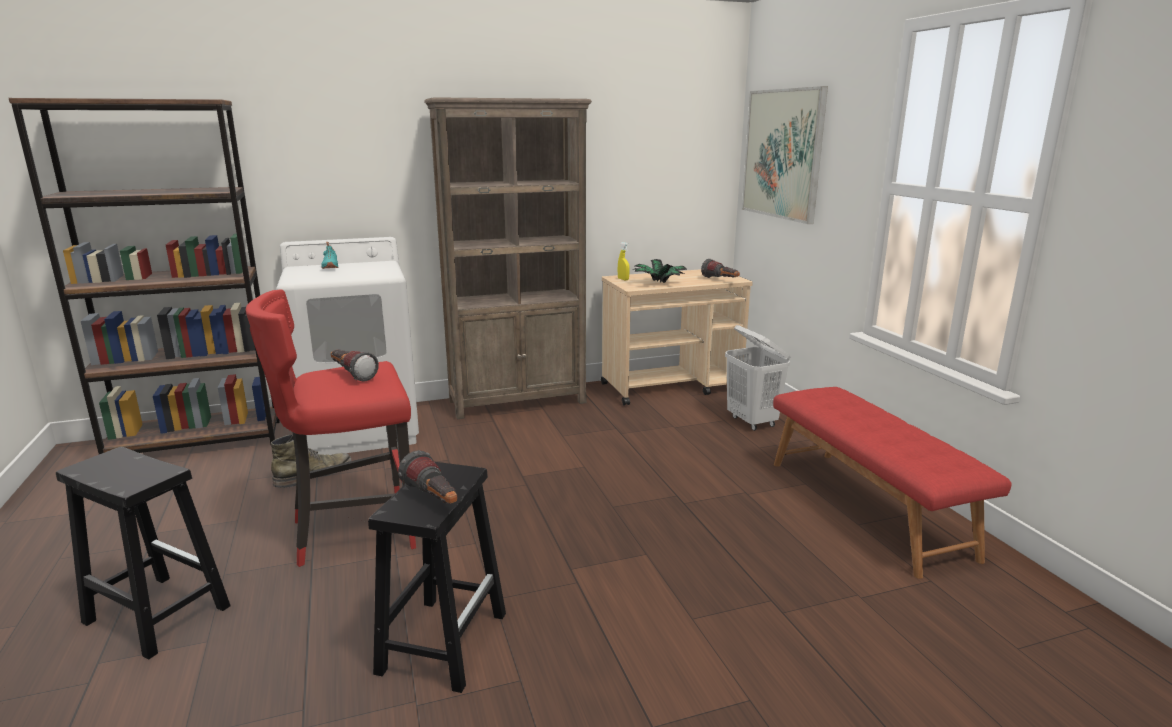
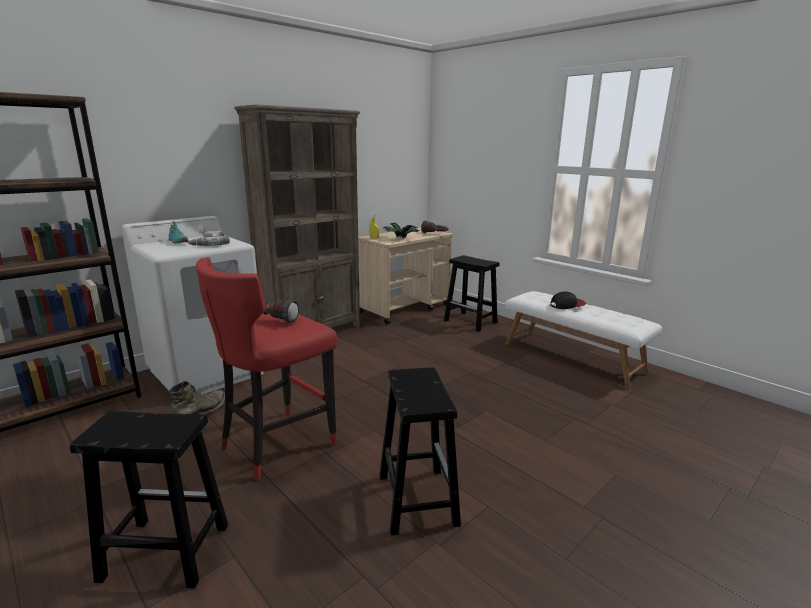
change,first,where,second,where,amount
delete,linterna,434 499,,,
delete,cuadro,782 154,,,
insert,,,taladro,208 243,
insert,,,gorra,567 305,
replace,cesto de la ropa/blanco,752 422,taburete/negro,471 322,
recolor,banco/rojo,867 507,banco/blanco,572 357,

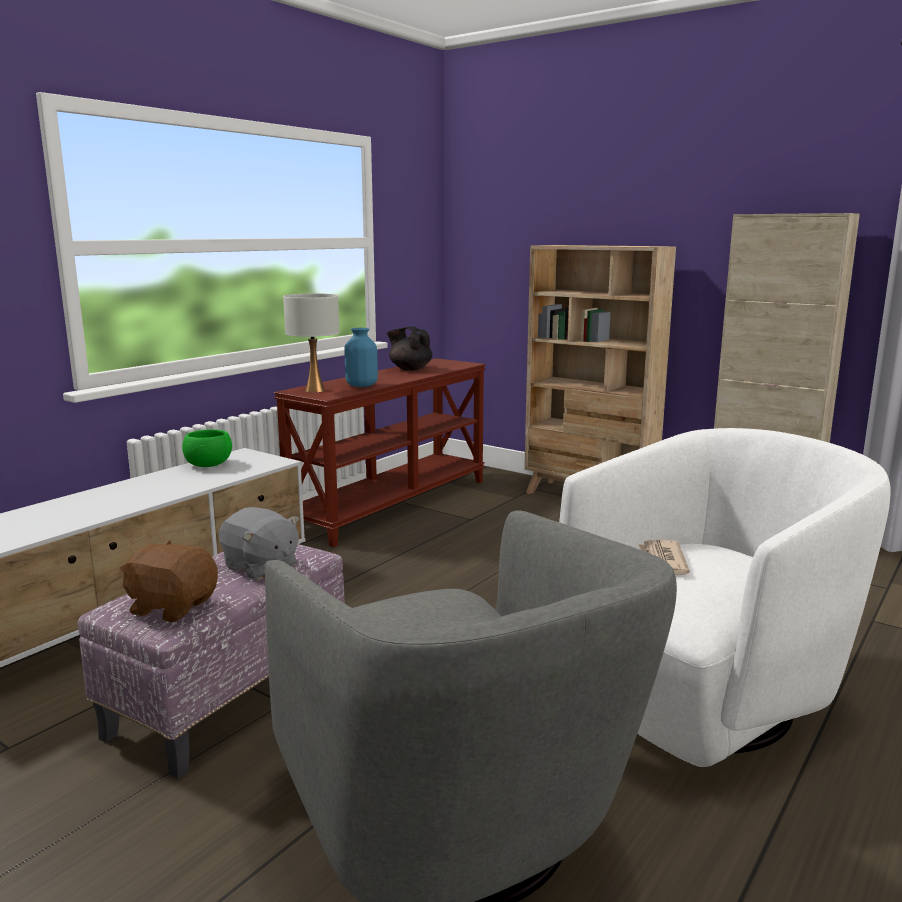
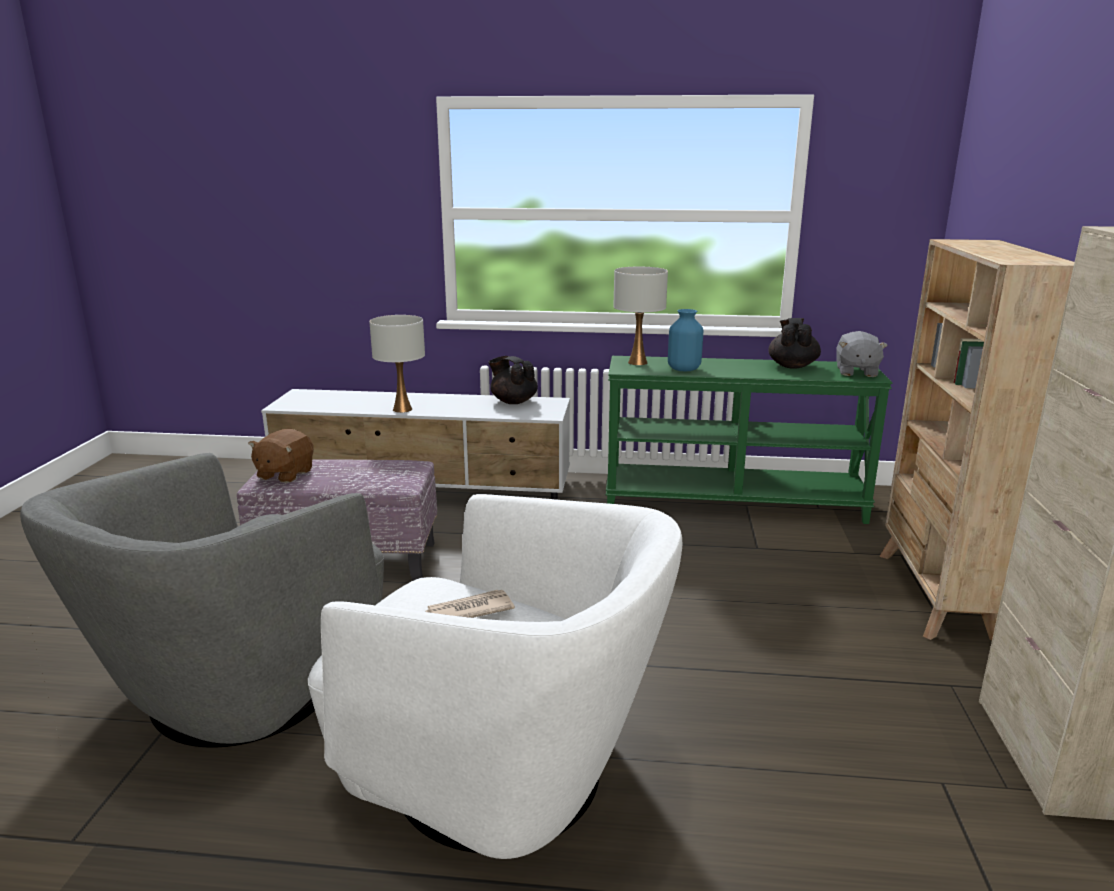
change,first,where,second,where,amount
insert,,,lámpara de mesa/blanco,402 409,
move,peluche/gris,260 567,,856 372,
replace,cuenco/verde,208 465,tetera/negro,513 401,
recolor,mesa consola/marrón,391 504,mesa consola/verde,733 502,
rotate,peluche/marrón,172 607,,284 474,150 degrees counterclockwise

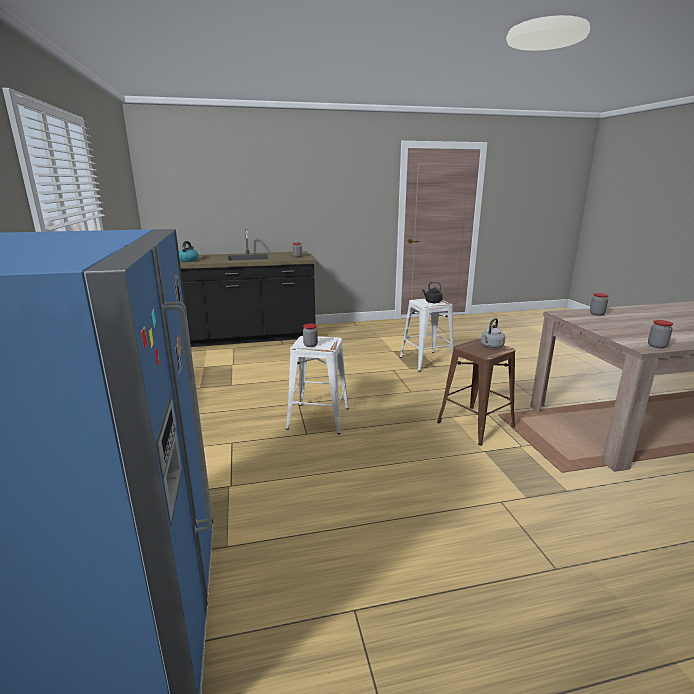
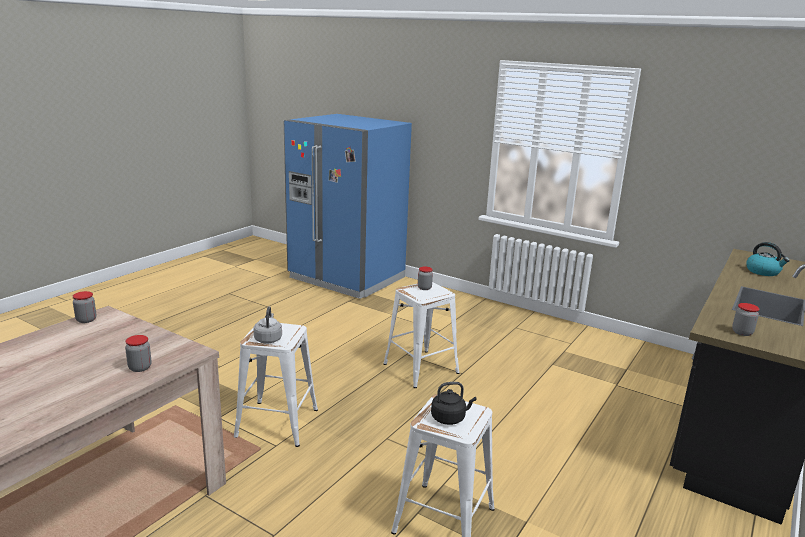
change,first,where,second,where,amount
recolor,taburete/marrón,475 424,taburete/blanco,278 423,

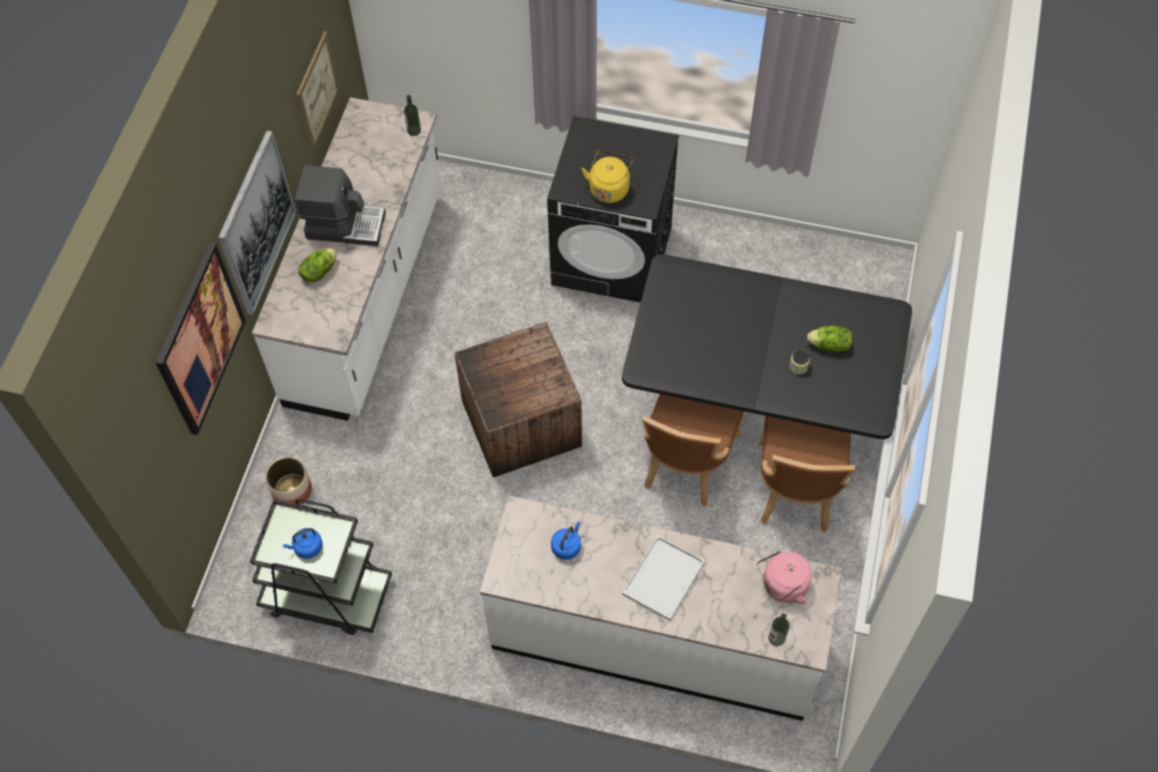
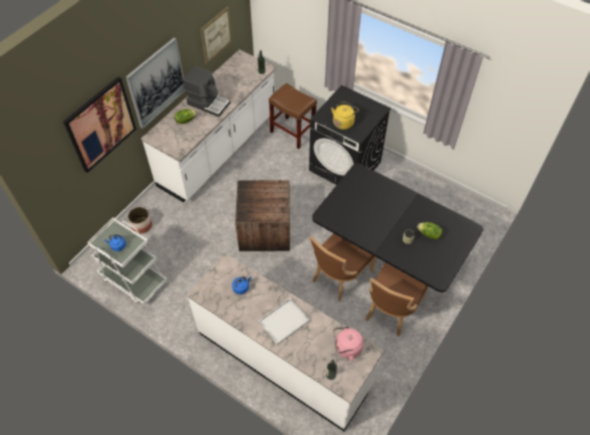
change,first,where,second,where,amount
insert,,,taburete/marrón,292 132,
recolor,carrito/negro,326 595,carrito/blanco,133 279,

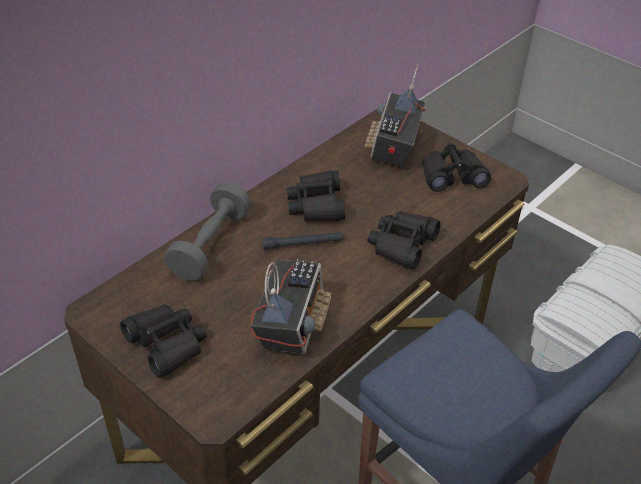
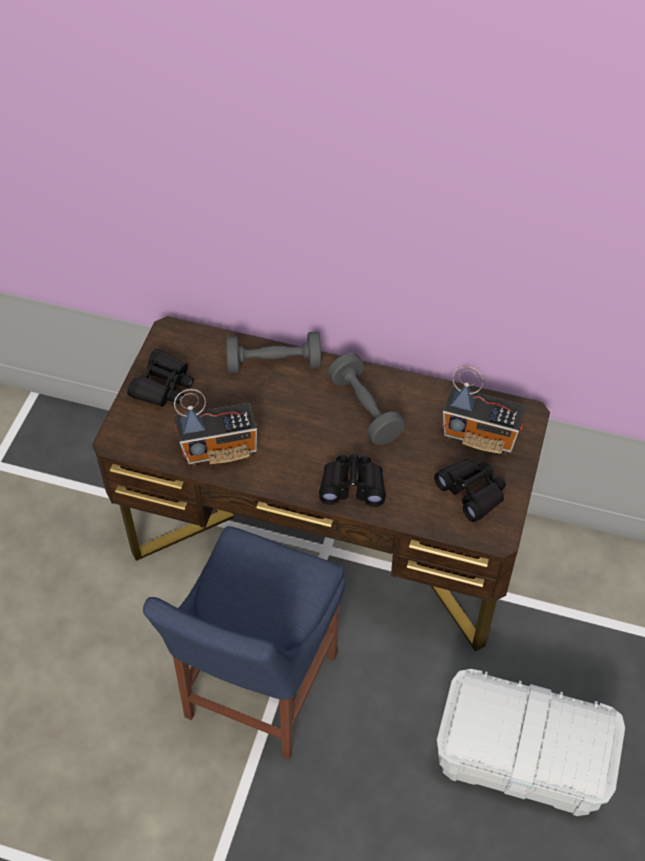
change,first,where,second,where,amount
delete,linterna/negro,303 244,,,
replace,prismáticos/negro,316 204,mancuerna/gris,365 409,
rotate,radio,394 149,,480 435,150 degrees counterclockwise

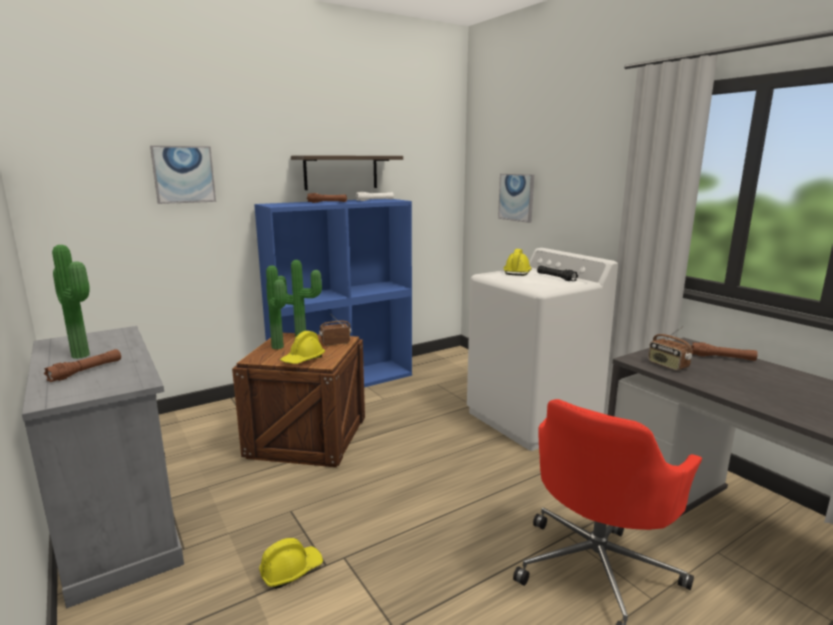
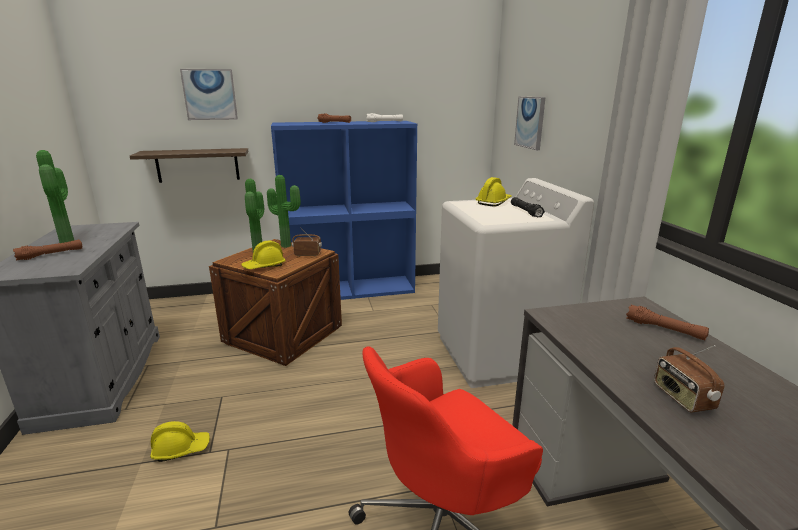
change,first,where,second,where,amount
move,estante,341 172,,197 165,
move,radio,667 365,,682 397,

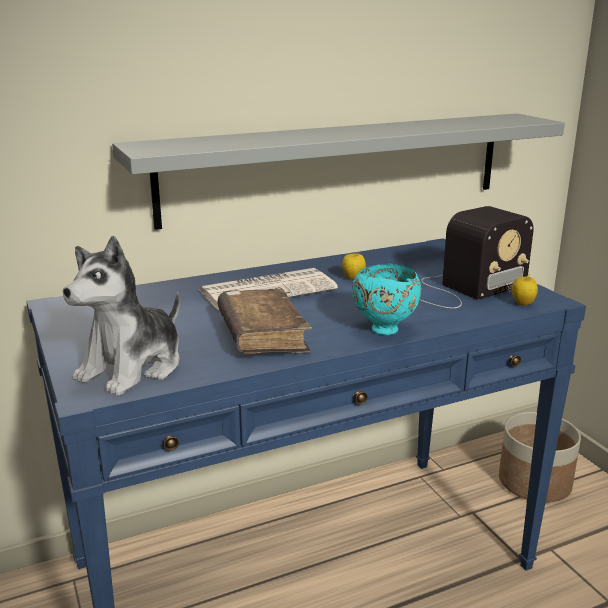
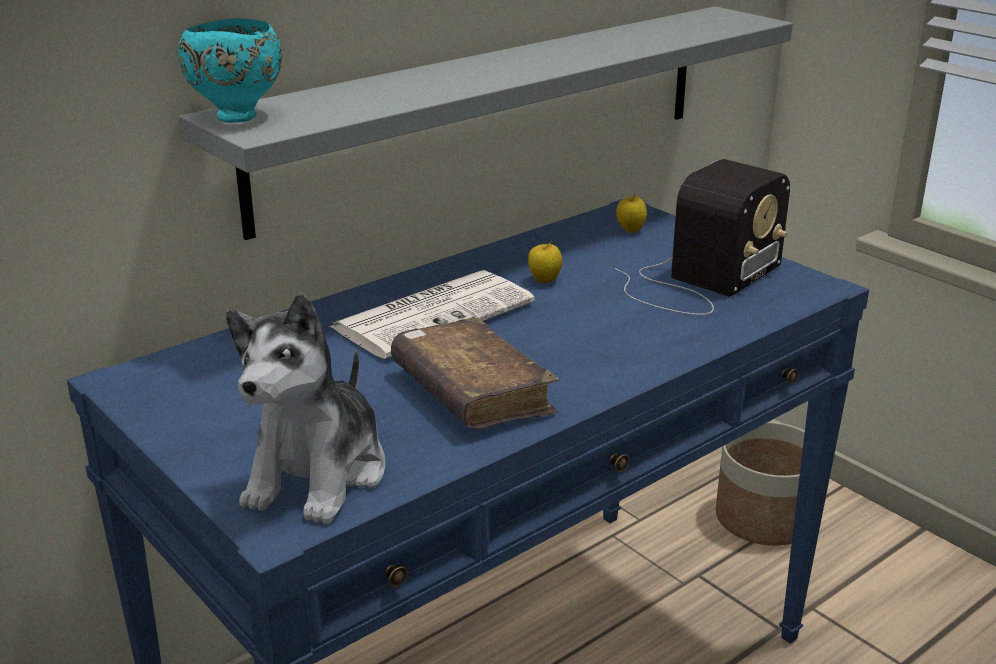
change,first,where,second,where,amount
move,cuenco/turquesa,384 329,,237 116,
move,manzana,522 304,,630 230,

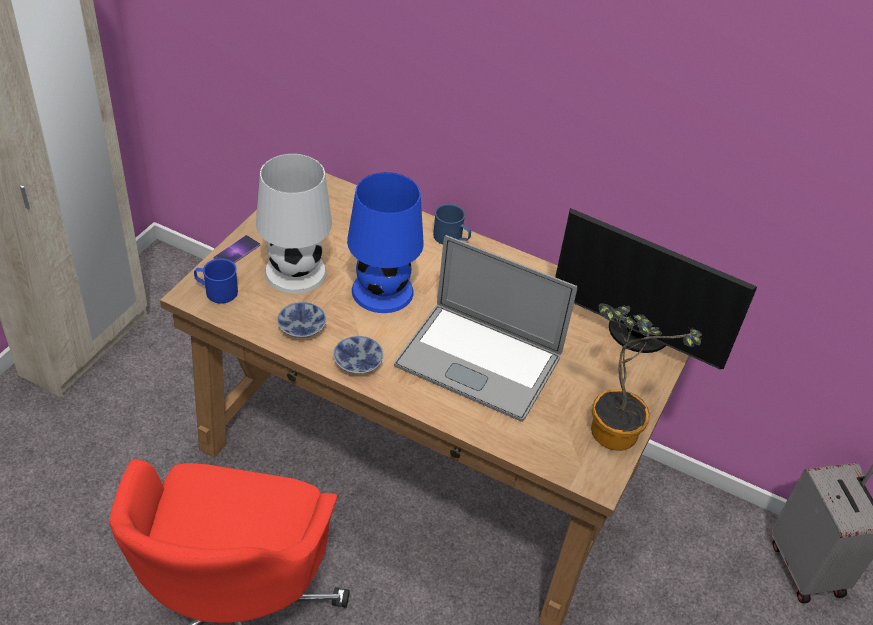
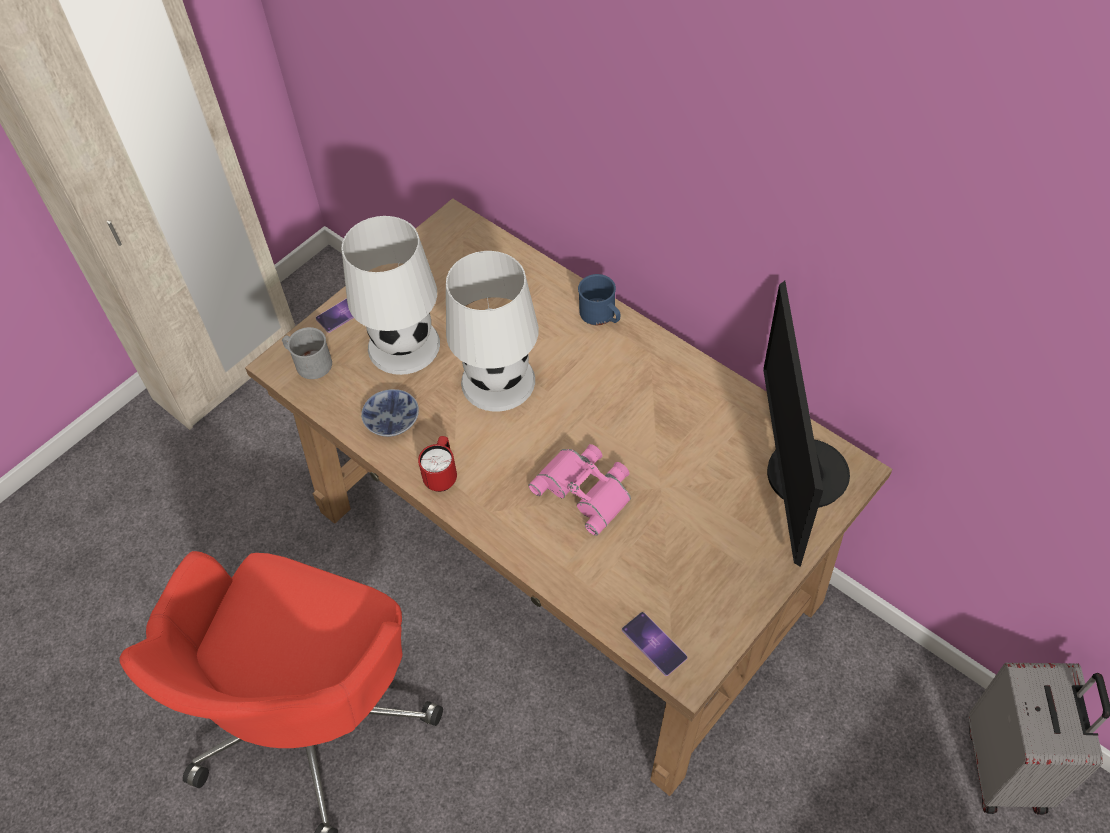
change,first,where,second,where,amount
delete,planta en maceta,613 426,,,
insert,,,móvil,654 643,
replace,cuenco,356 363,taza grande/rojo,442 475,
replace,portátil,478 361,prismáticos/rosa,586 489,
recolor,taza grande/azul,216 291,taza grande/gris,309 362,
recolor,lámpara de mesa/azul,383 290,lámpara de mesa/blanco,499 380,
rotate,monitor,637 334,,797 475,45 degrees clockwise

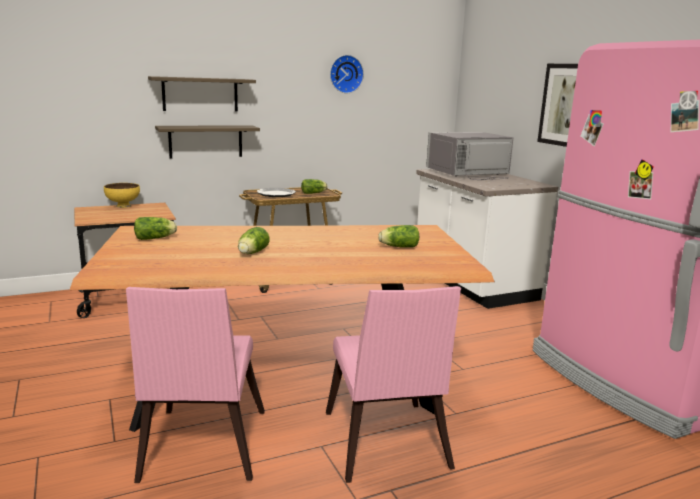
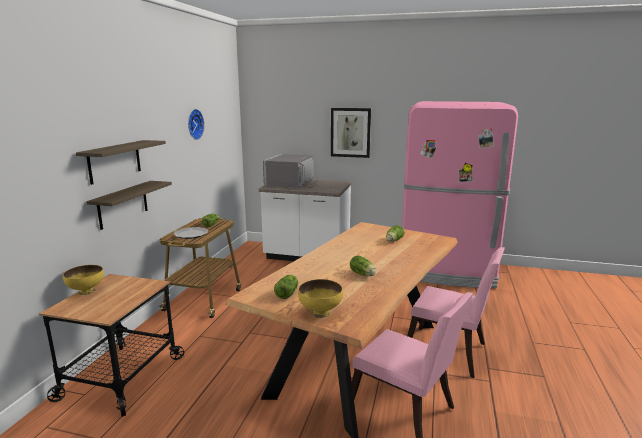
change,first,where,second,where,amount
insert,,,cuenco/amarillo,320 312,

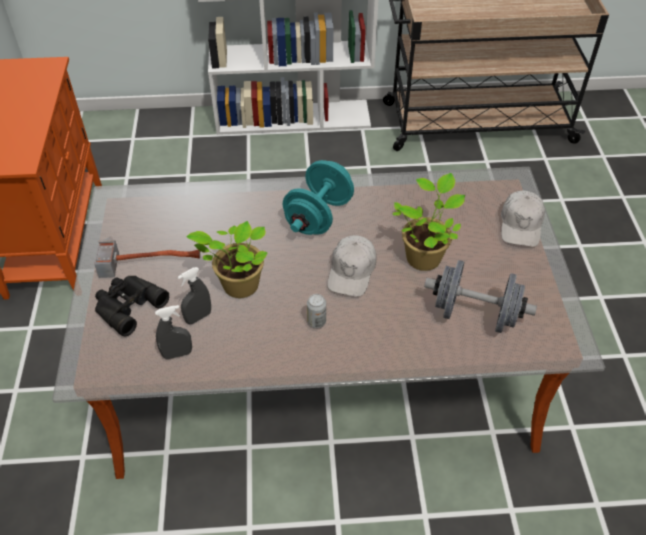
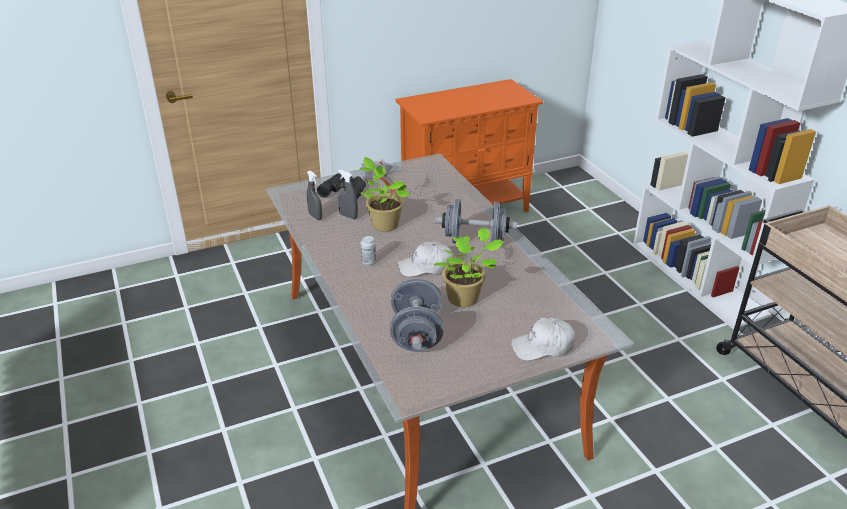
change,first,where,second,where,amount
recolor,mancuerna/turquesa,318 216,mancuerna/gris,474 241,

